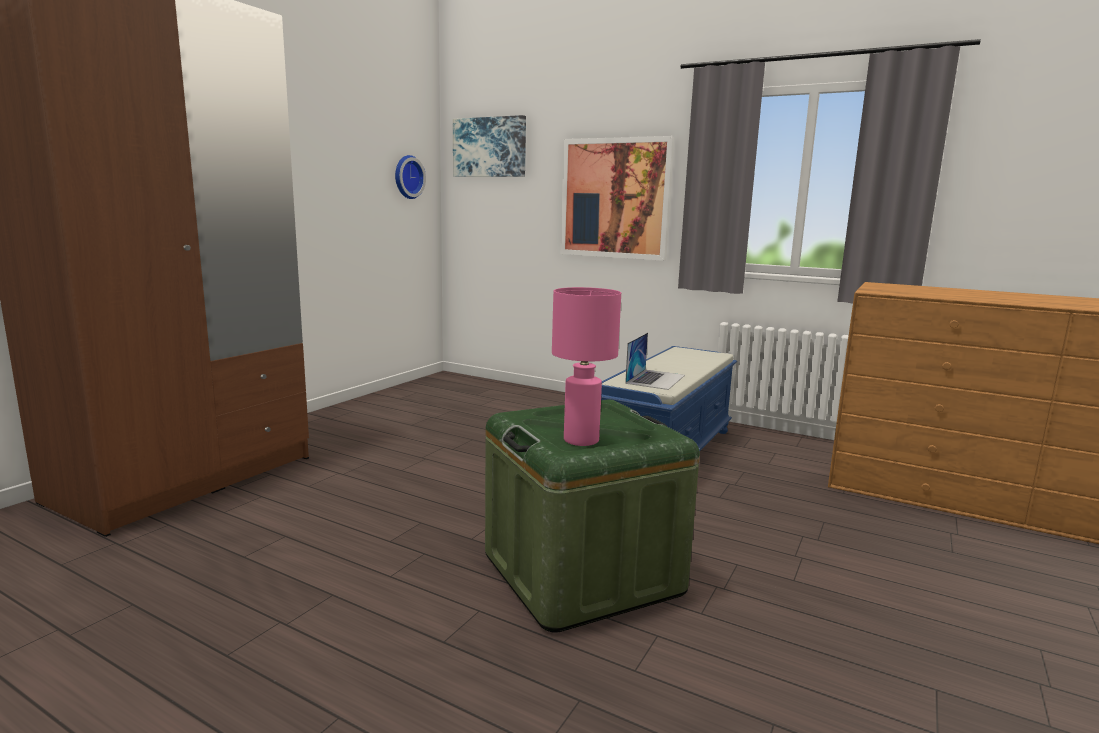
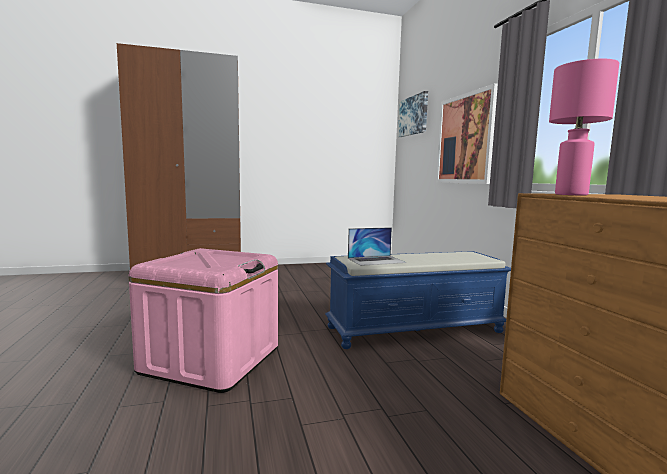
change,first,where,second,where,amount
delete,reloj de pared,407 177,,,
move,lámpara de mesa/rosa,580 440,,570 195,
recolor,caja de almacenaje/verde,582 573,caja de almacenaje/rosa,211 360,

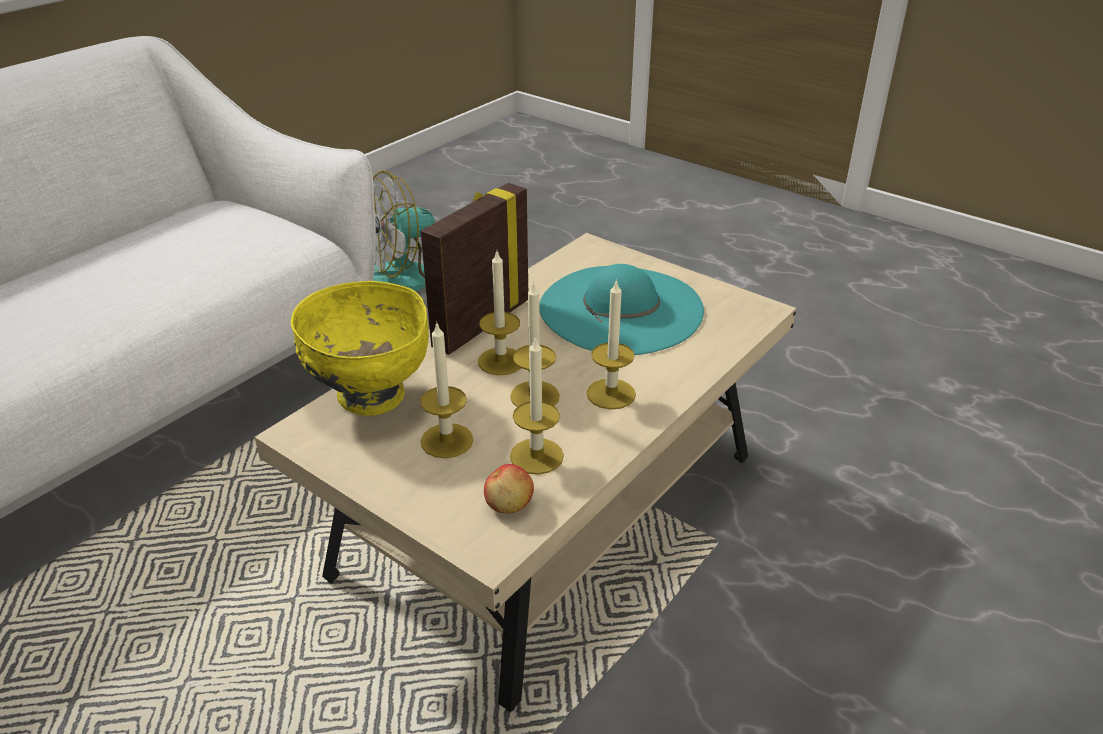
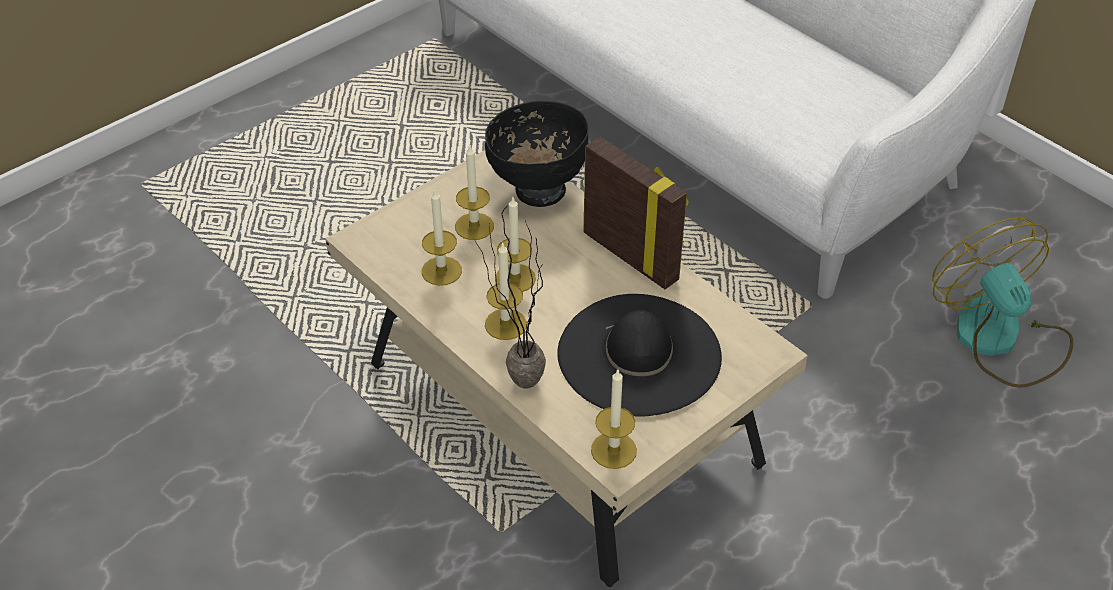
change,first,where,second,where,amount
delete,manzana,509 504,,,
insert,,,planta en maceta,513 381,
move,vela,501 361,,613 450,
recolor,cuenco/amarillo,371 397,cuenco/negro,538 190,
recolor,sombrero/turquesa,621 309,sombrero/negro,639 354,

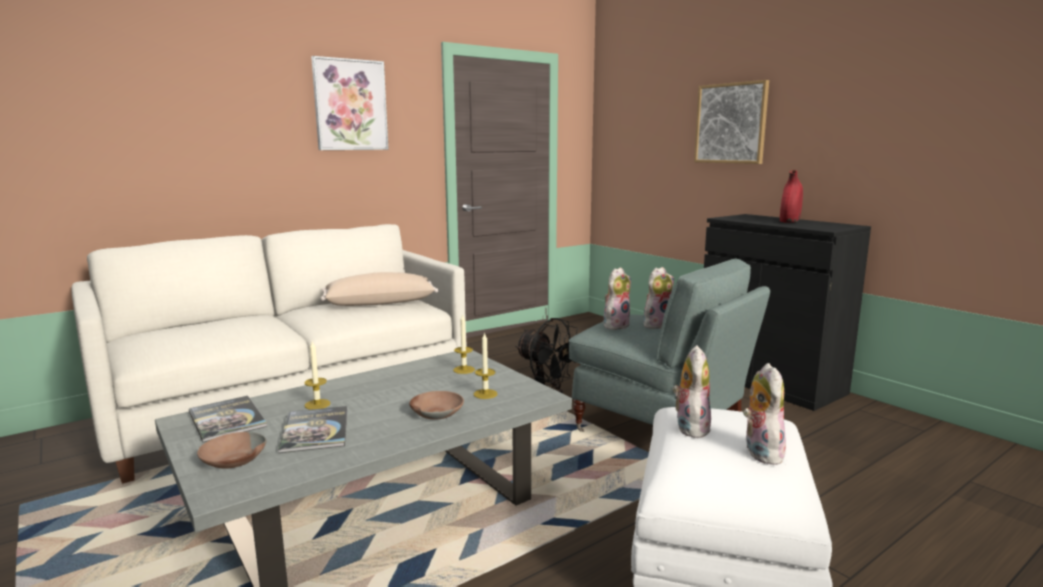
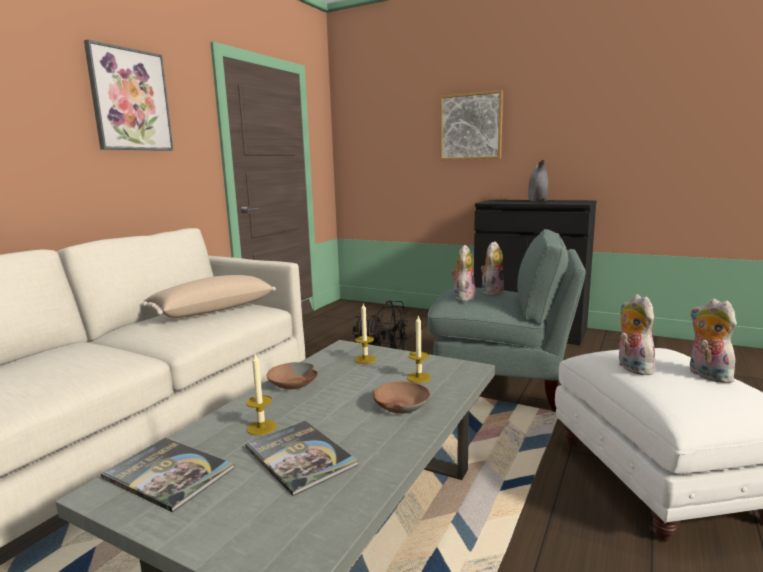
change,first,where,second,where,amount
move,cuenco/marrón,232 460,,293 383,
recolor,florero/rojo,789 221,florero/gris,537 201,

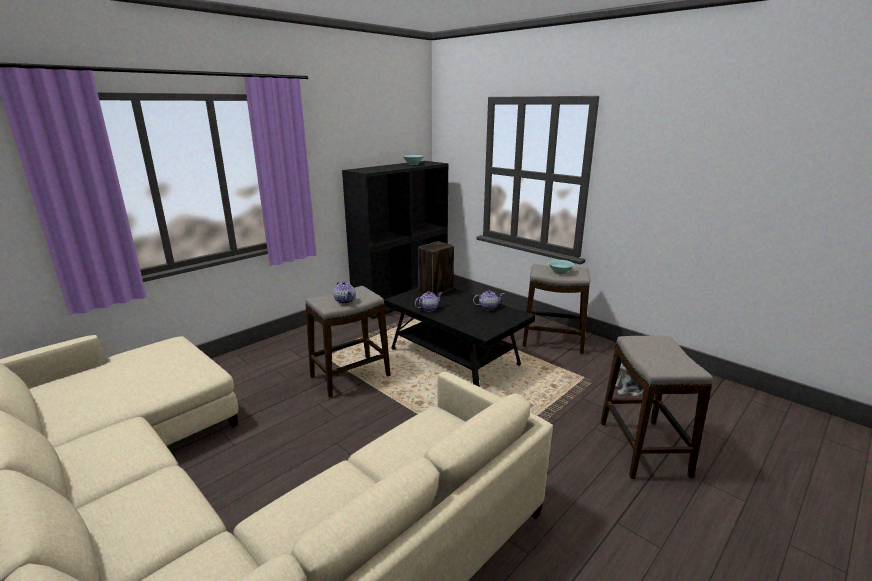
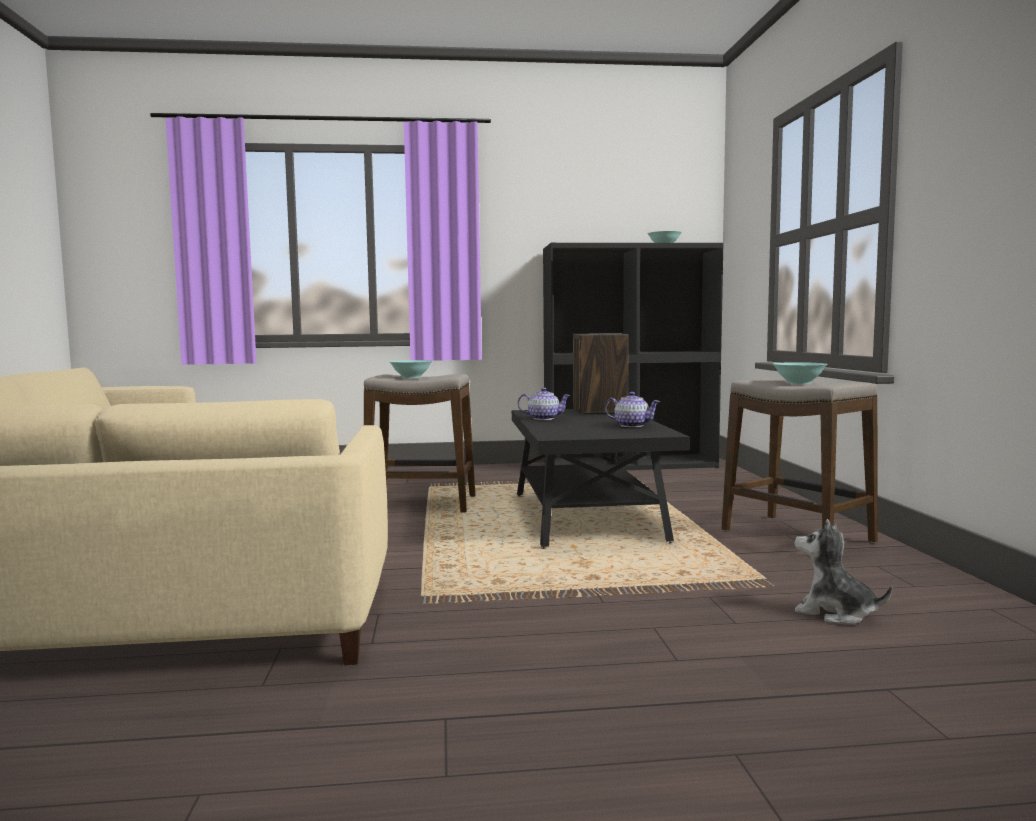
change,first,where,second,where,amount
delete,taburete,643 448,,,
replace,tetera,345 301,cuenco/turquesa,412 377,

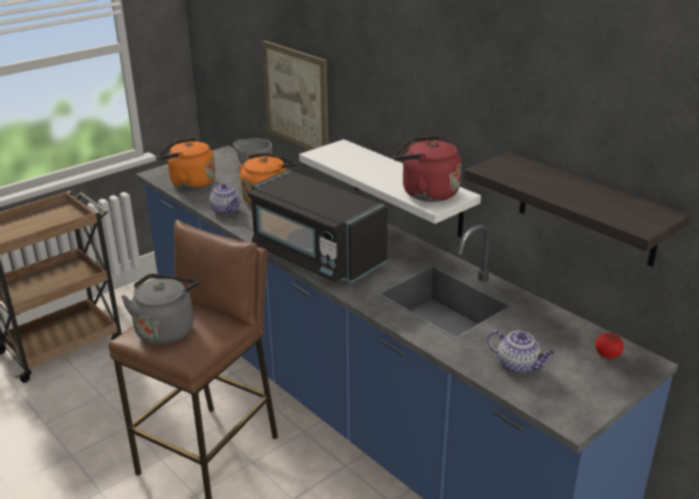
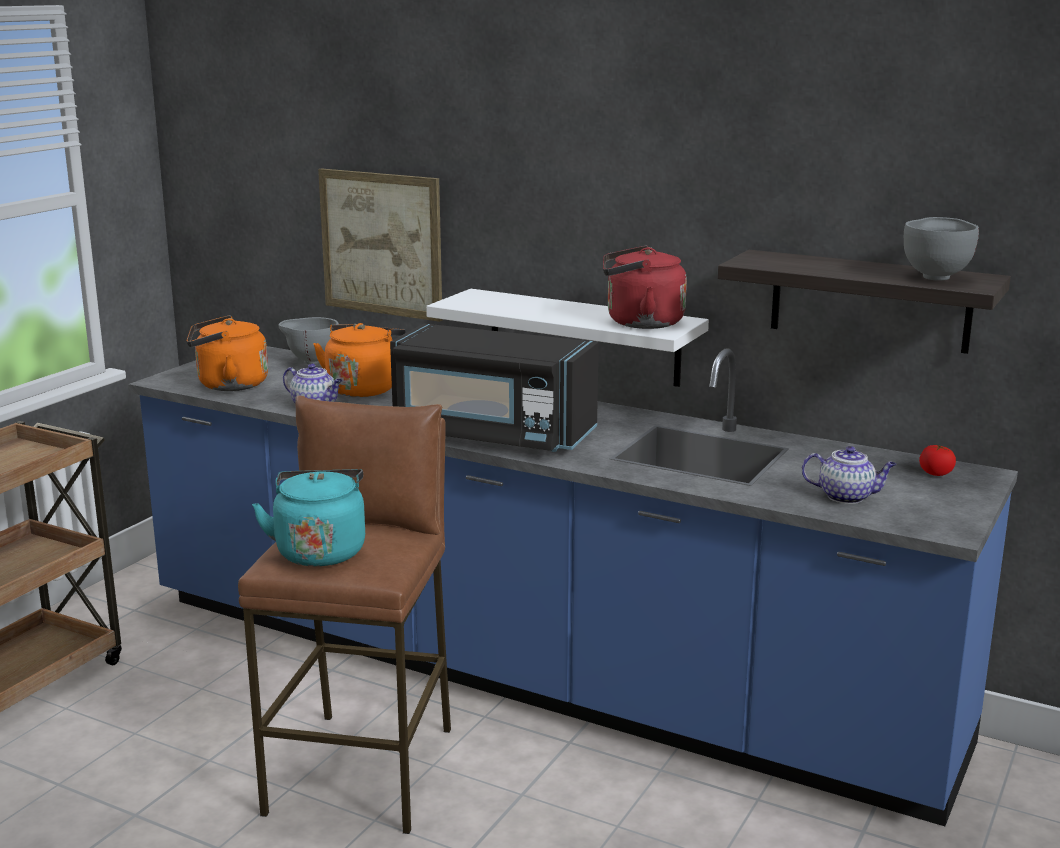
change,first,where,second,where,amount
insert,,,cuenco/gris,936 277,
recolor,hervidor/gris,166 329,hervidor/turquesa,320 550,

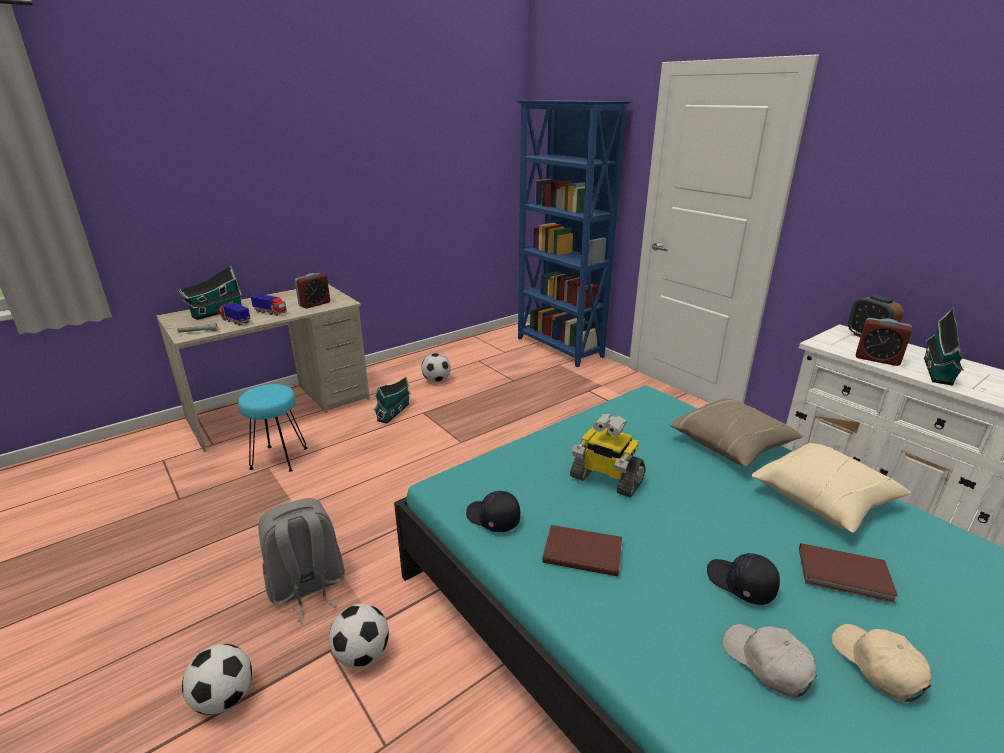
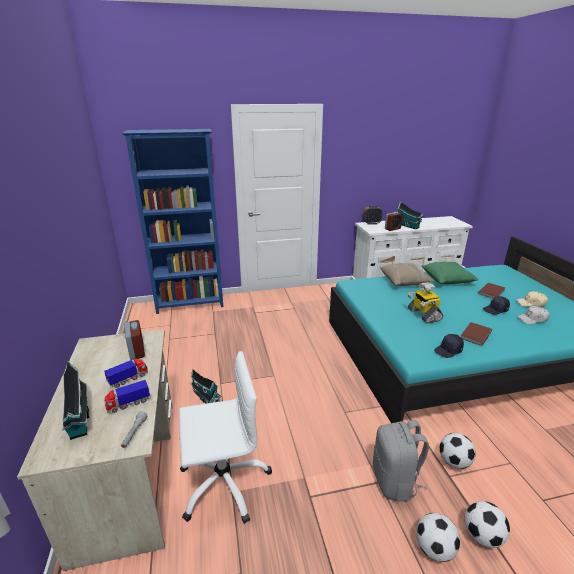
change,first,where,second,where,amount
move,balón de fútbol,436 381,,434 549,
replace,taburete/turquesa,279 459,silla de oficina/blanco,224 482,
recolor,cojín/beis,824 499,cojín/verde,447 280,
rotate,robot de juguete,605 479,,423 314,105 degrees clockwise

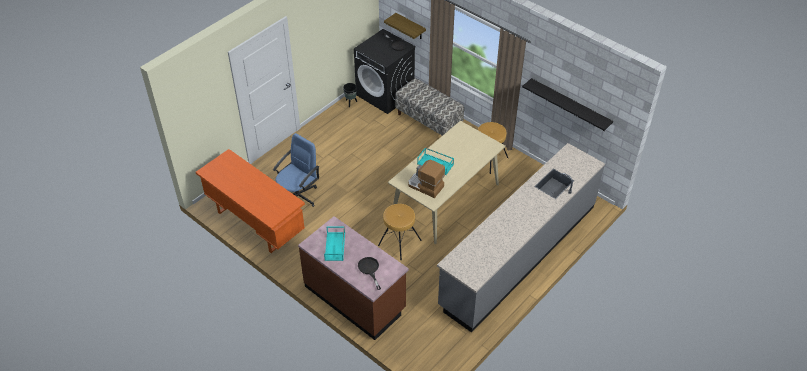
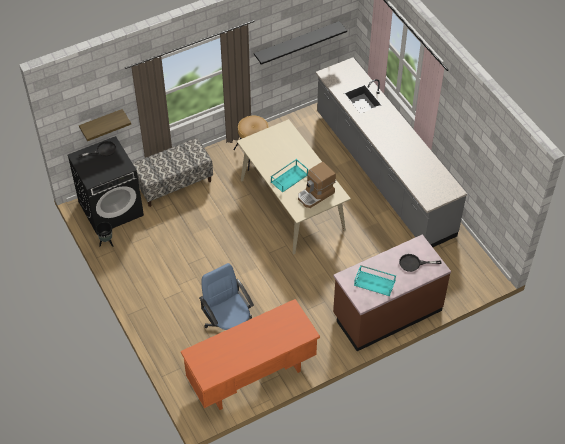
change,first,where,second,where,amount
delete,taburete/marrón,399 242,,,

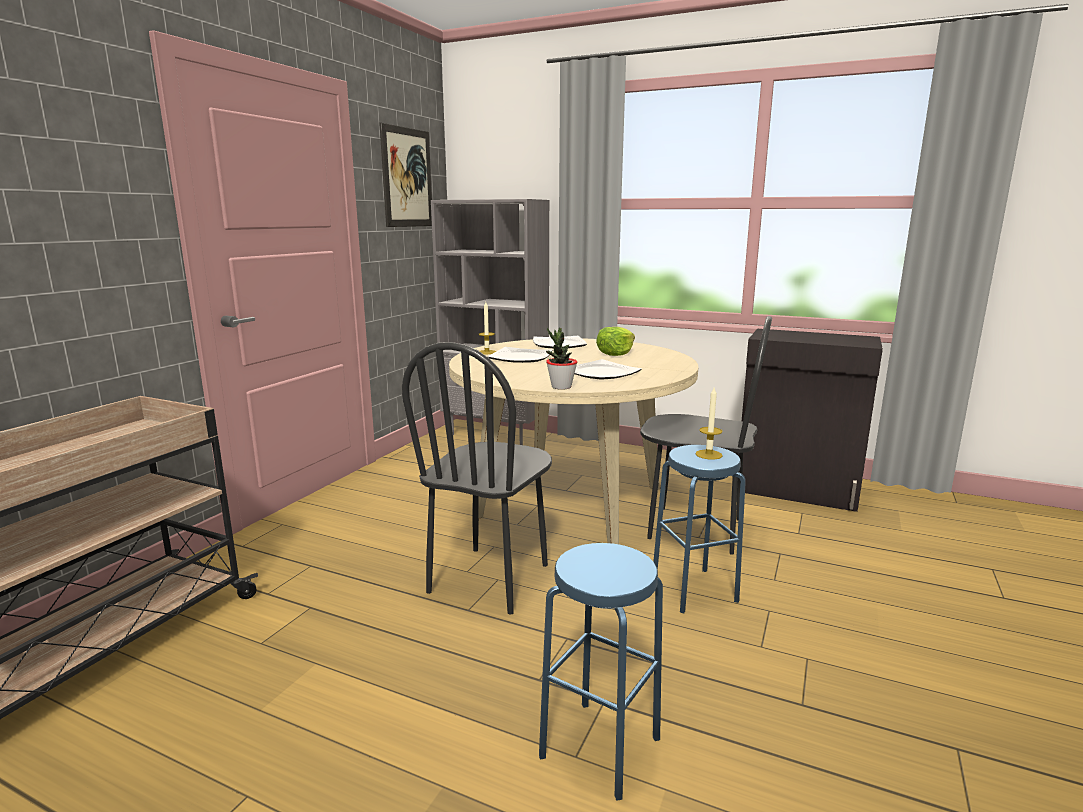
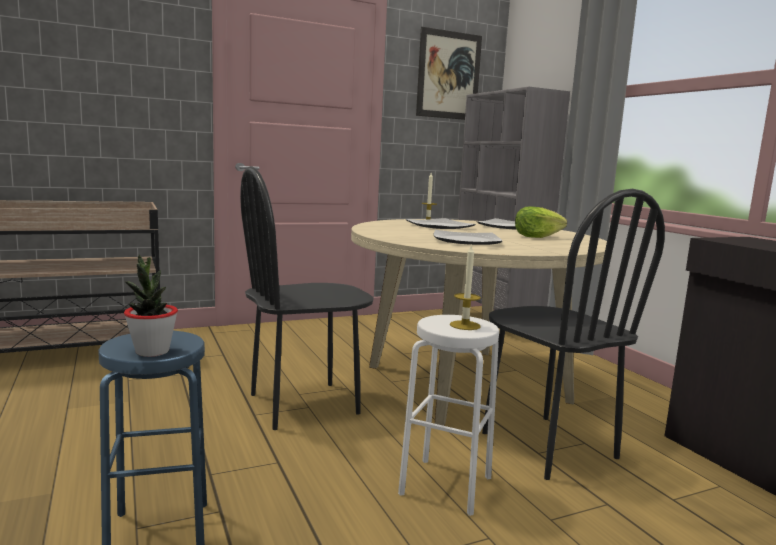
change,first,where,second,where,amount
move,planta en maceta,561 387,,152 351,
recolor,taburete/azul,694 590,taburete/blanco,446 485,

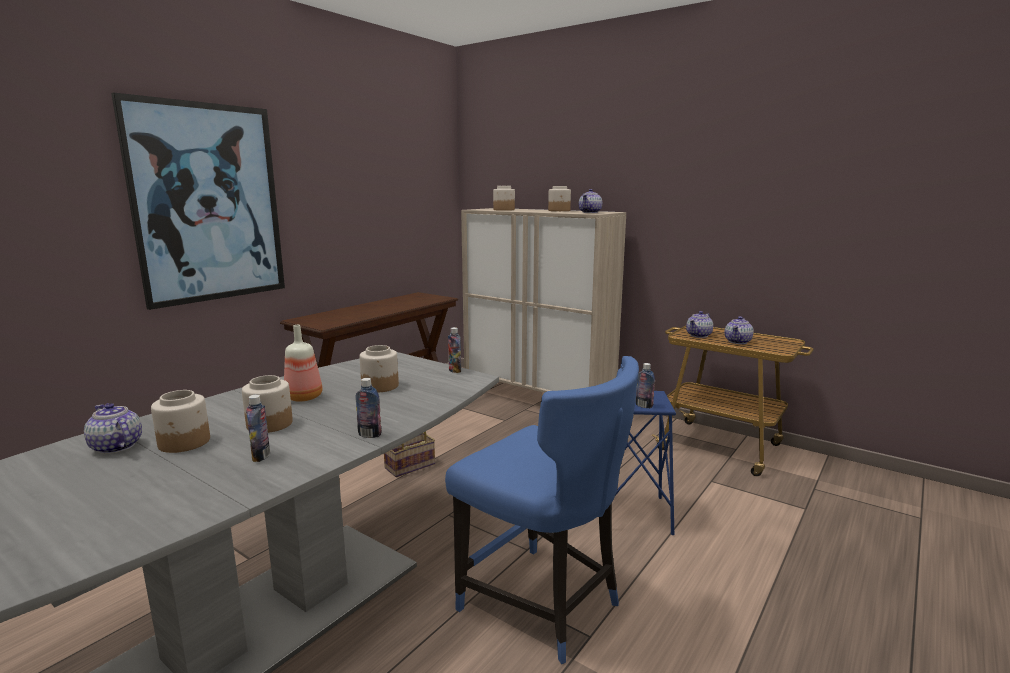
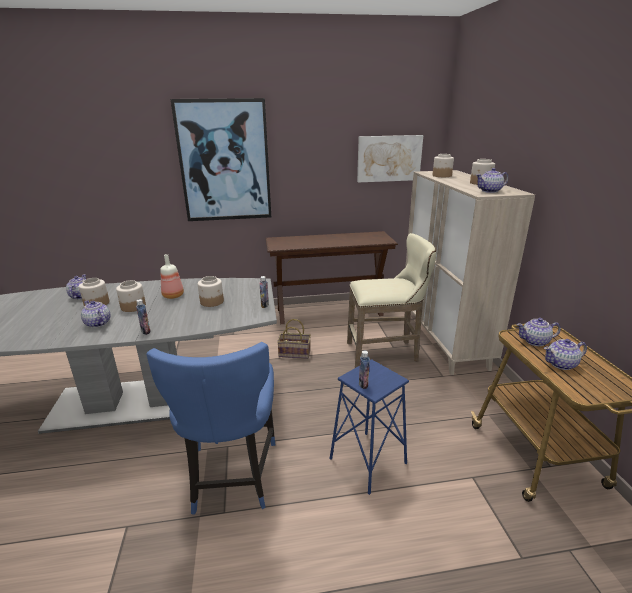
change,first,where,second,where,amount
insert,,,taburete/beis,386 353,
insert,,,cuadro,389 158,
replace,botella,261 456,tetera,97 323,

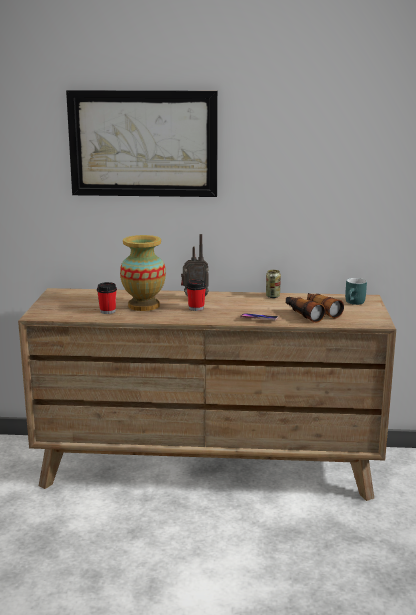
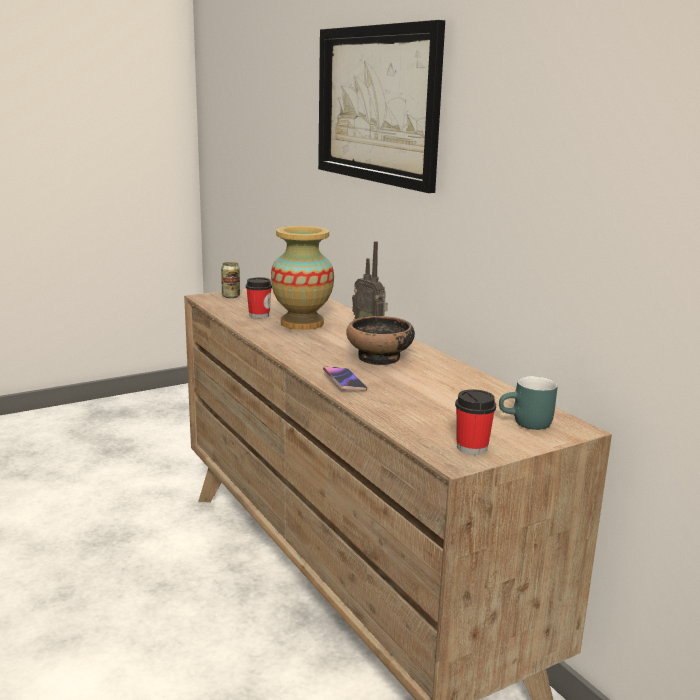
change,first,where,second,where,amount
delete,prismáticos,311 313,,,
insert,,,cuenco,380 358,
move,taza,196 308,,472 448,
move,lata,272 296,,231 296,

